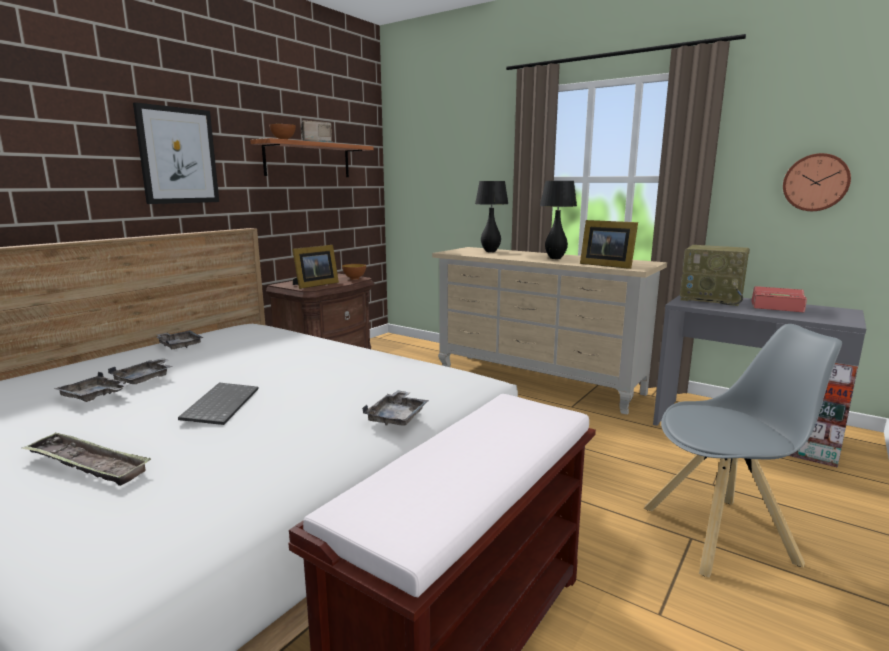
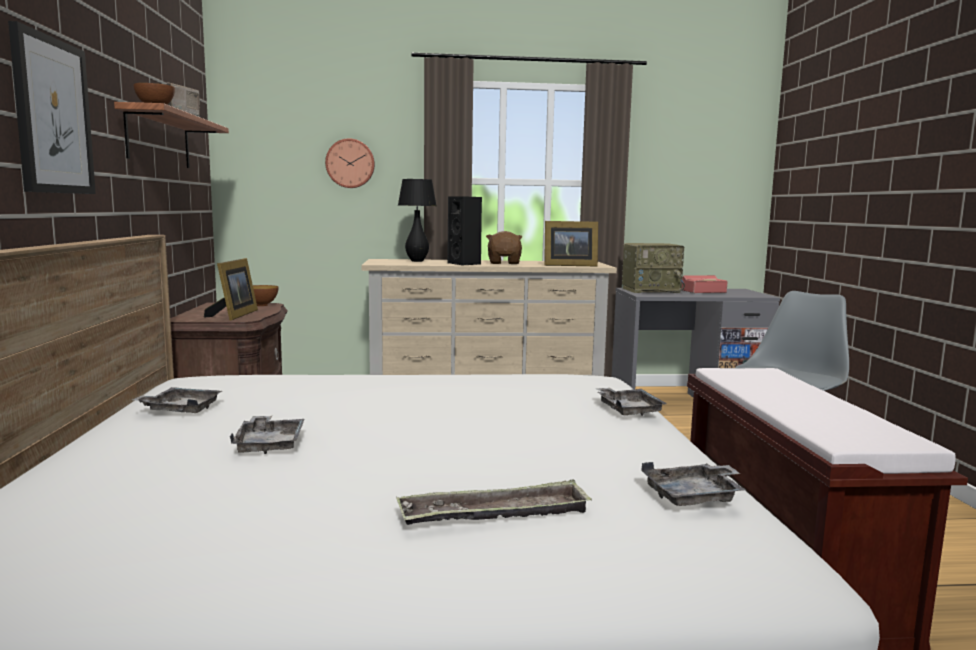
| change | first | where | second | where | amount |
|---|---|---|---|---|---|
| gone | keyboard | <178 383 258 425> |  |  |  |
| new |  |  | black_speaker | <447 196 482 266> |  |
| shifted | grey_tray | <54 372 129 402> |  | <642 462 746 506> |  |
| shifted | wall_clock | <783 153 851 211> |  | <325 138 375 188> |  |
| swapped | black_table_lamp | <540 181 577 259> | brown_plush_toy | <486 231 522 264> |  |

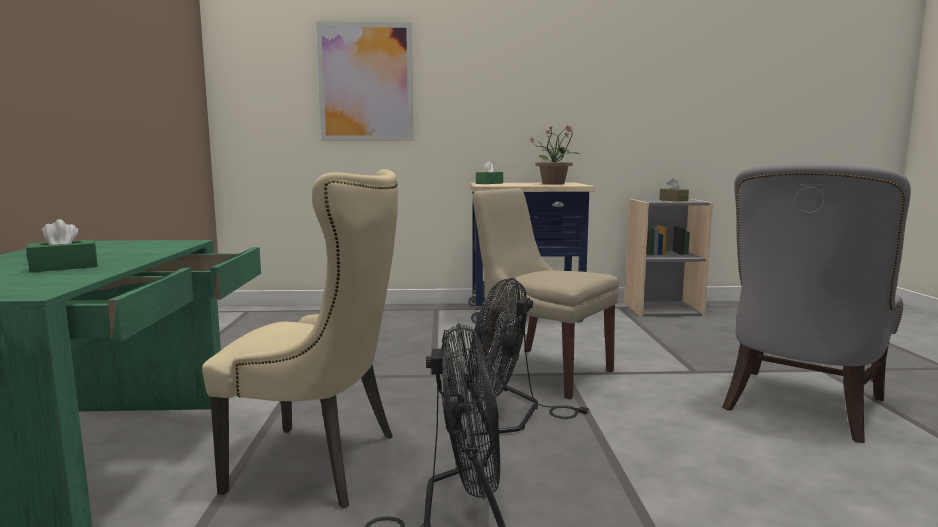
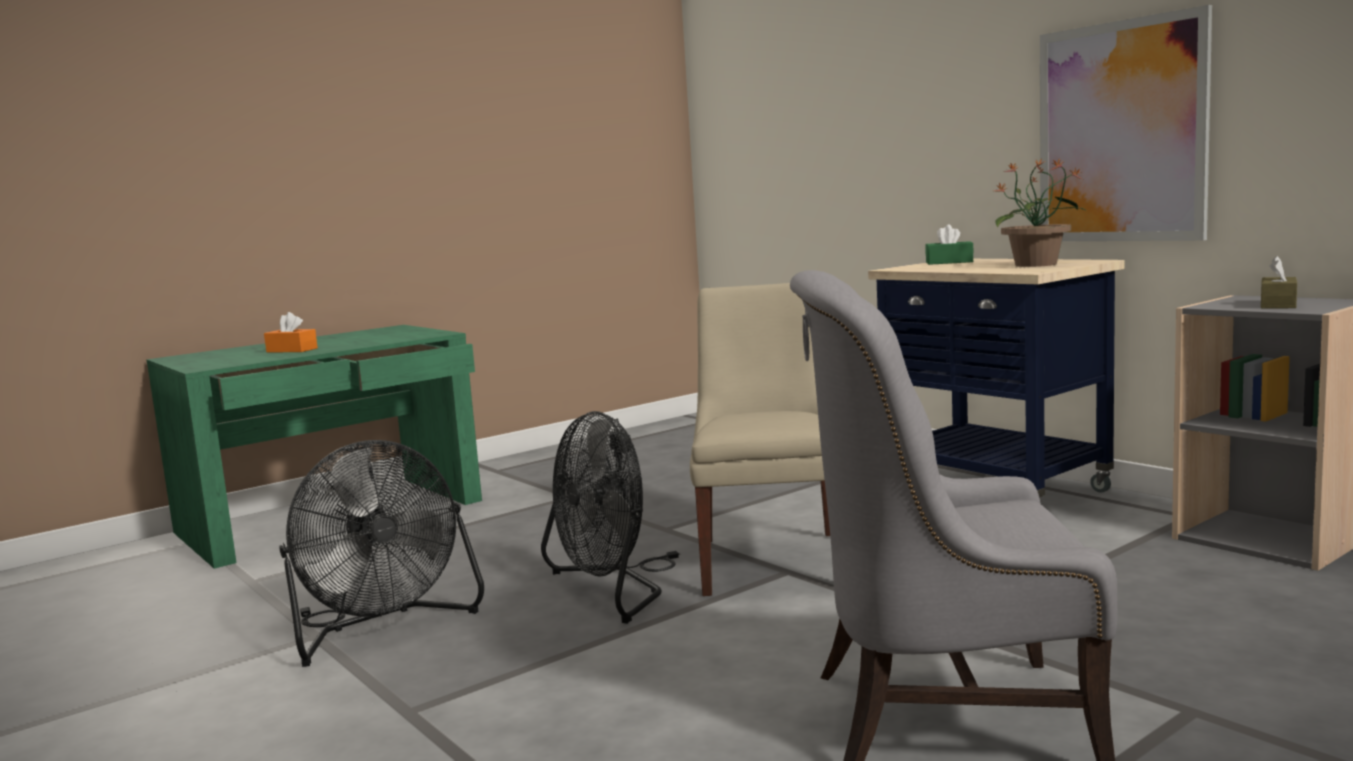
| change | first | where | second | where | amount |
|---|---|---|---|---|---|
| gone | beige_chair | <202 169 398 509> |  |  |  |
| shifted | picture | <316 22 413 141> |  | <1040 5 1212 241> |  |
| repainted | green_tissue_box | <26 219 97 273> | orange_tissue_box | <264 312 318 353> |  |
| rotated | black_fan | <460 278 591 439> |  | <541 411 681 624> | 105 degrees counterclockwise |

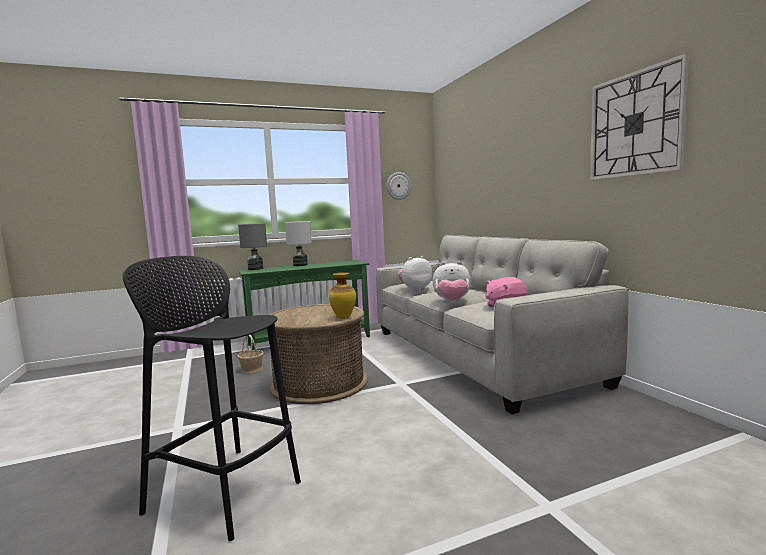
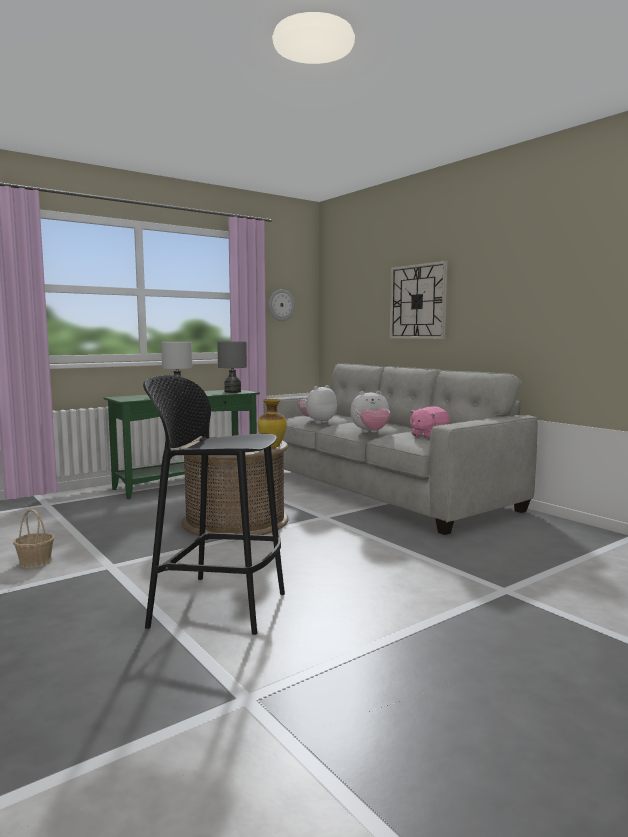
| change | first | where | second | where | amount |
|---|---|---|---|---|---|
| shifted | basket | <237 335 264 373> |  | <13 509 55 568> |  |
| shifted | grey_table_lamp | <238 223 267 270> |  | <217 342 247 393> |  |
| shifted | wall_clock | <590 53 689 180> |  | <390 261 448 339> |  |

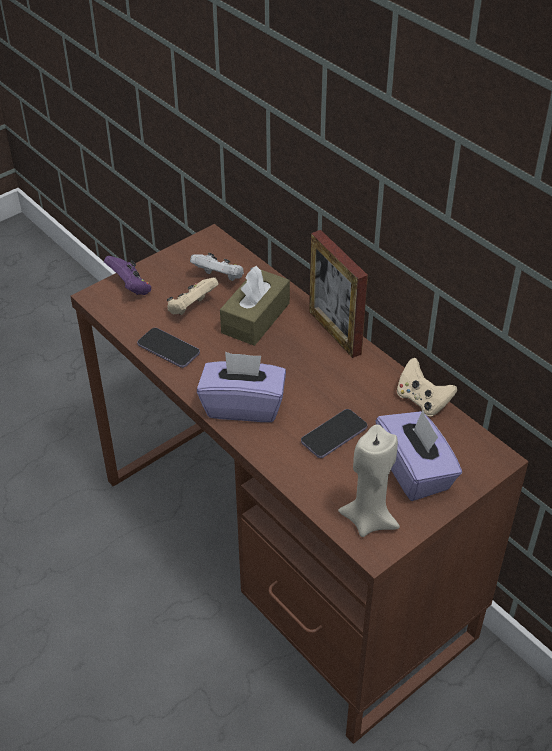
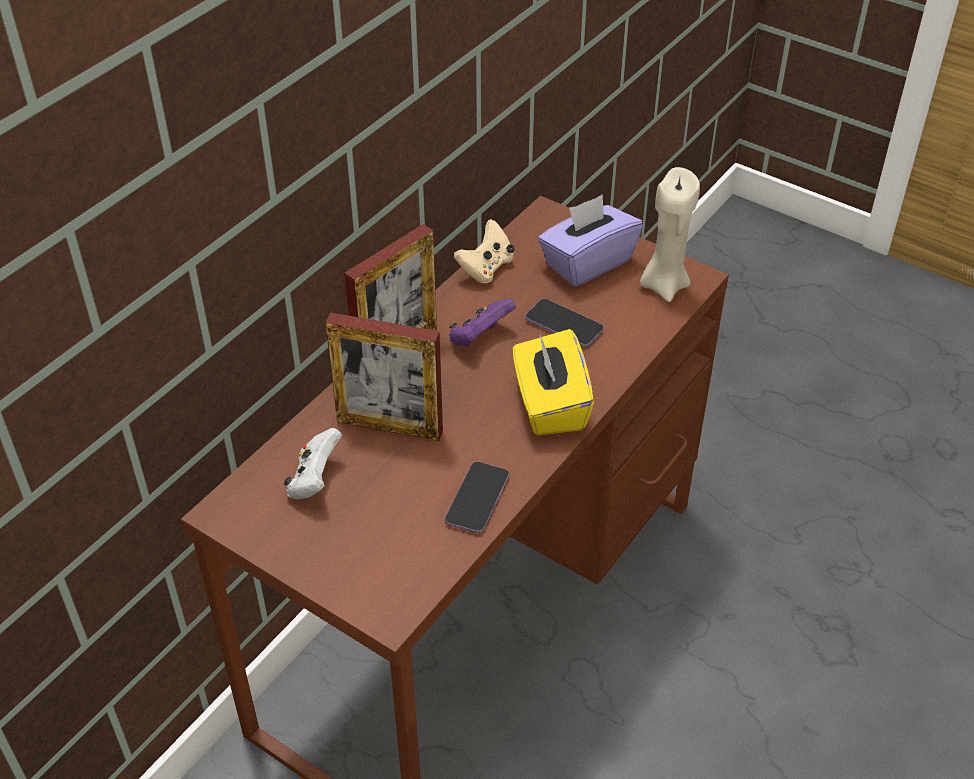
| change | first | where | second | where | amount |
|---|---|---|---|---|---|
| gone | beige_game_controller | <167 277 219 315> |  |  |  |
| shifted | purple_game_controller | <104 256 151 295> |  | <449 299 516 347> |  |
| swapped | brown_tissue_box | <220 266 290 346> | picture_frame | <325 313 443 441> |  |
| repainted | purple_tissue_box | <197 352 286 422> | yellow_tissue_box | <513 329 594 435> |  |

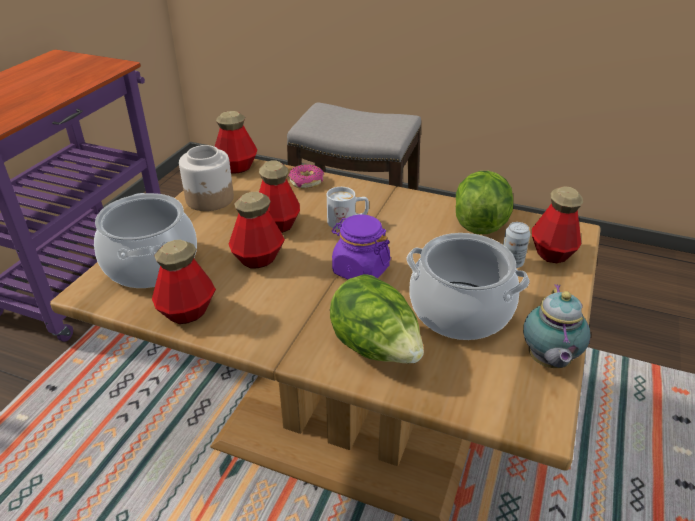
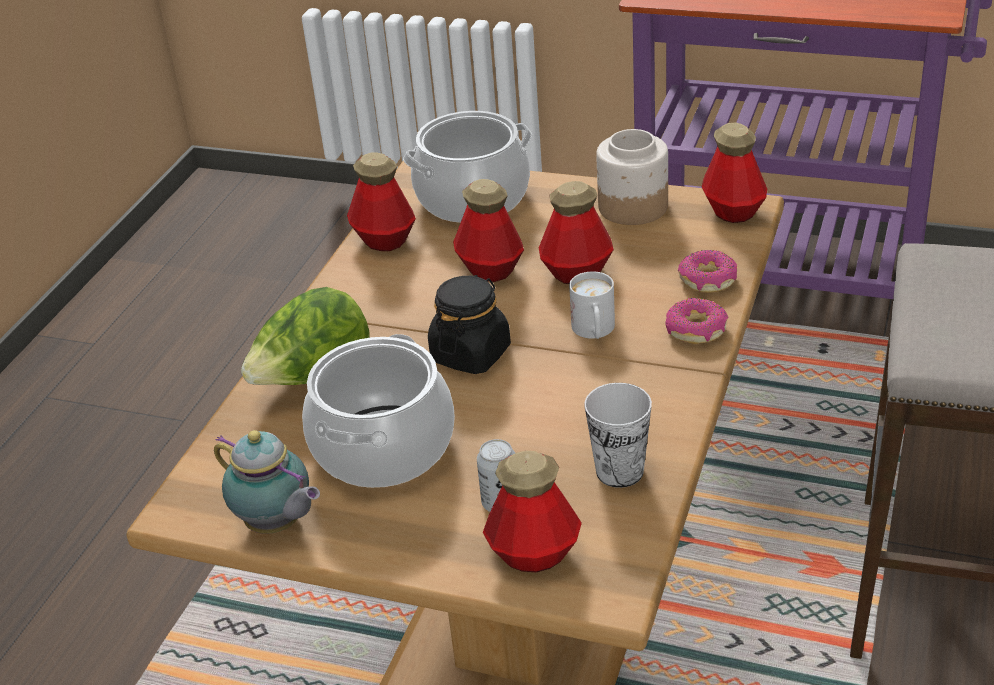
| change | first | where | second | where | amount |
|---|---|---|---|---|---|
| new |  |  | donut | <665 298 728 344> |  |
| swapped | lettuce | <456 171 513 234> | cup | <584 383 652 488> |  |
| repainted | purple_jar | <332 214 391 279> | black_jar | <428 275 511 374> |  |
| rotated | teapot | <523 284 590 368> |  | <214 430 320 534> | 150 degrees counterclockwise |

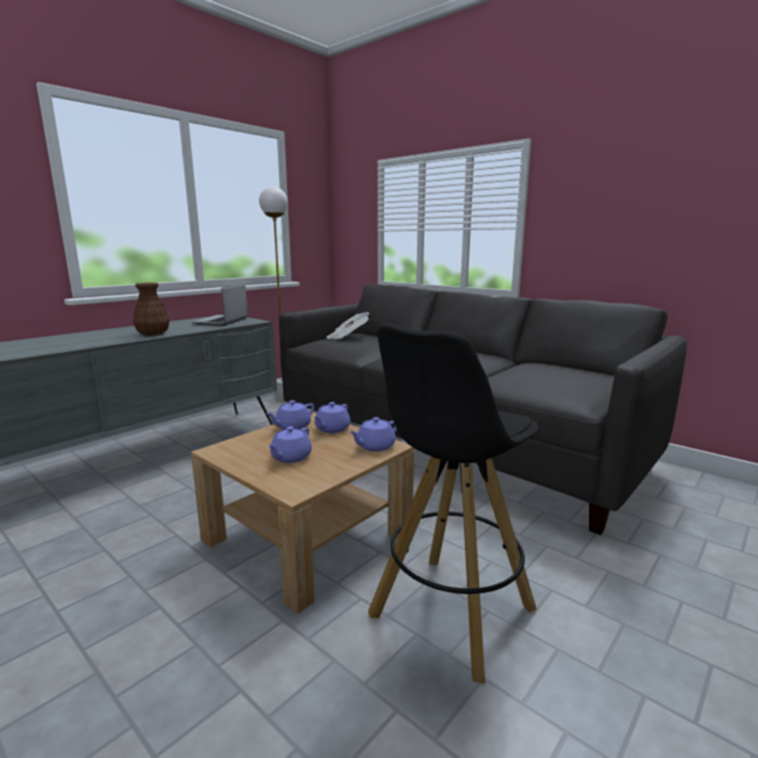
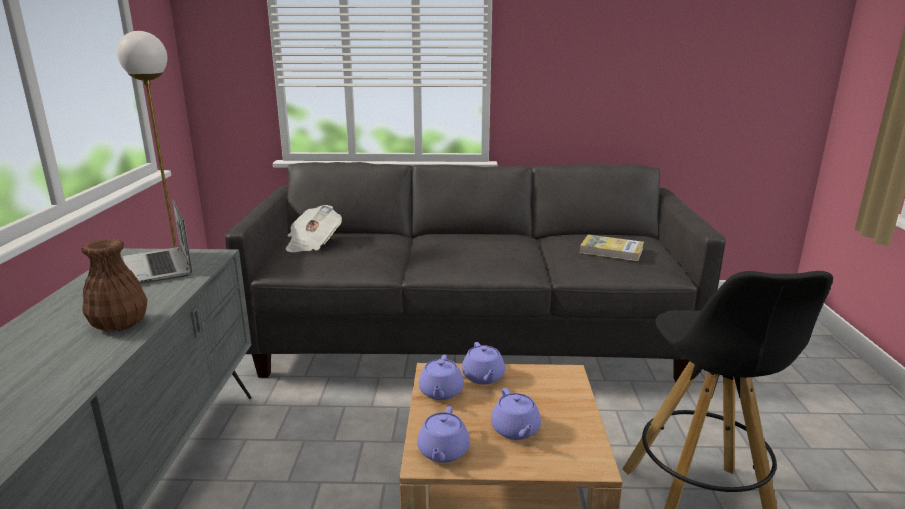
| change | first | where | second | where | amount |
|---|---|---|---|---|---|
| new |  |  | book | <580 235 644 261> |  |
| shifted | purple_teapot | <349 417 397 452> |  | <417 406 470 463> |  |

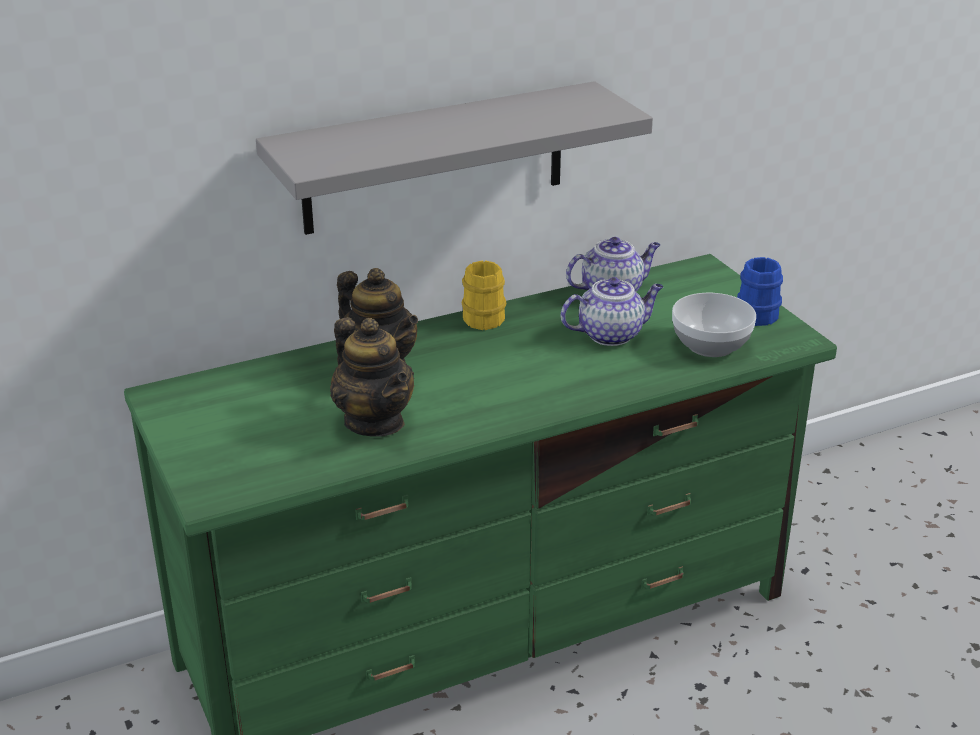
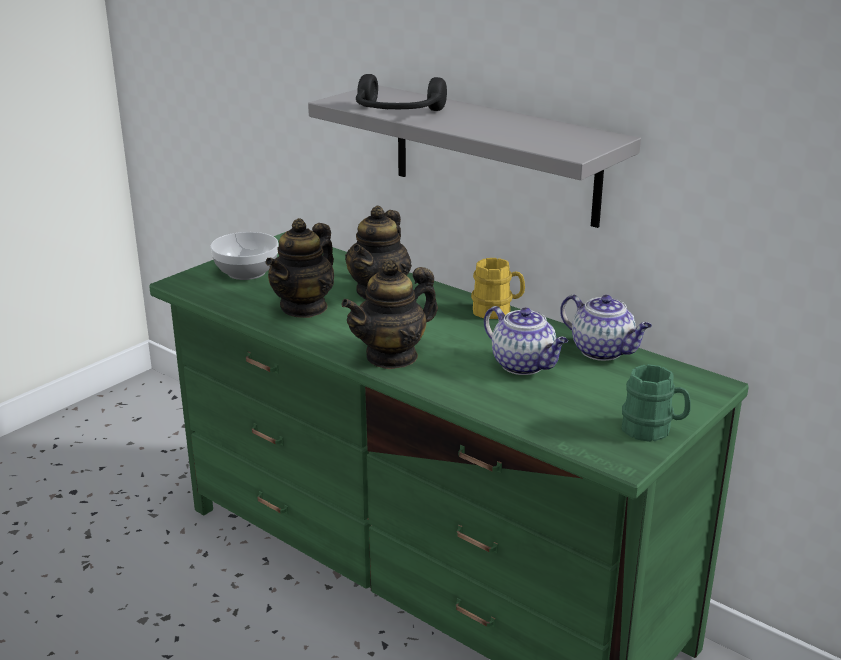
| change | first | where | second | where | amount |
|---|---|---|---|---|---|
| new |  |  | teapot | <341 260 438 369> |  |
| new |  |  | black_headphones | <356 74 447 111> |  |
| shifted | bowl | <672 293 756 357> |  | <210 232 278 280> |  |
| repainted | blue_mug | <737 257 783 326> | green_mug | <622 364 691 442> |  |

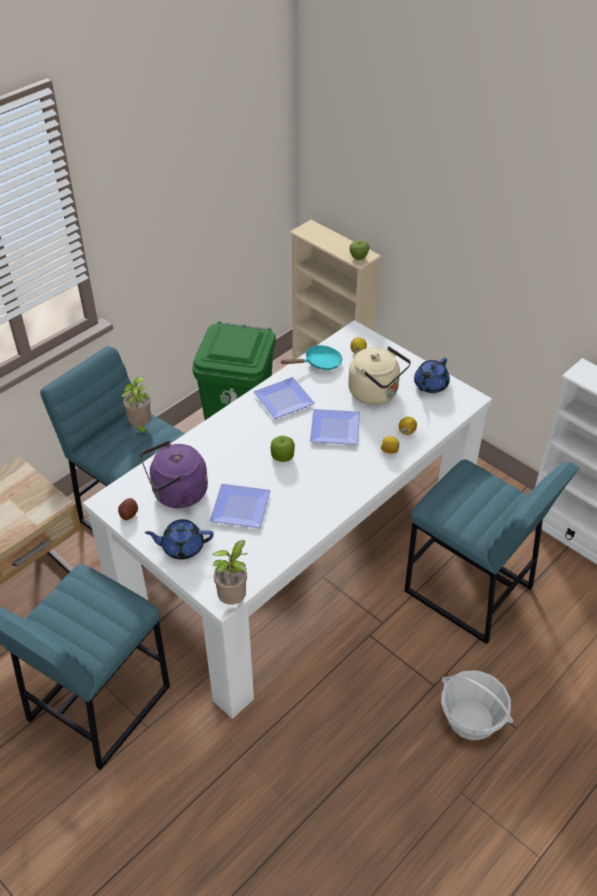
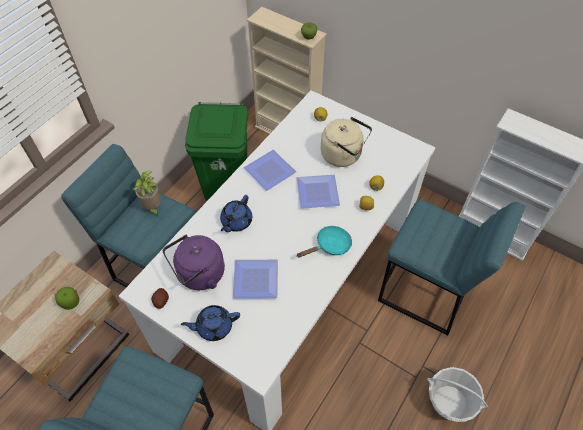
| change | first | where | second | where | amount |
|---|---|---|---|---|---|
| gone | potted_plant | <212 540 248 605> |  |  |  |
| shifted | apple | <270 435 295 462> |  | <55 287 79 310> |  |
| shifted | turquoise_frying_pan | <281 345 342 370> |  | <297 226 352 258> |  |
| shifted | blue_teapot | <414 358 450 393> |  | <220 195 252 232> |  |

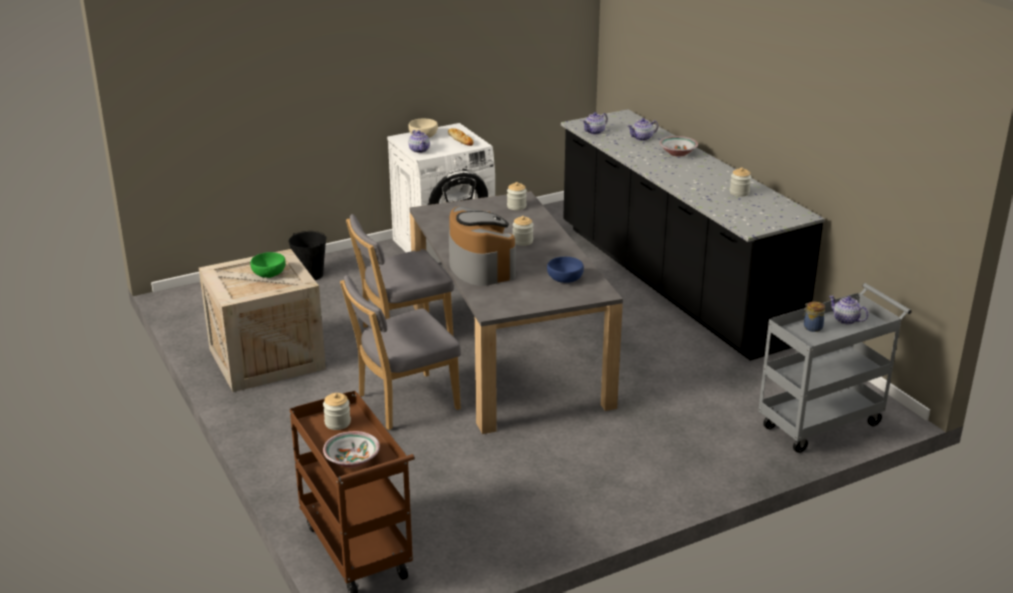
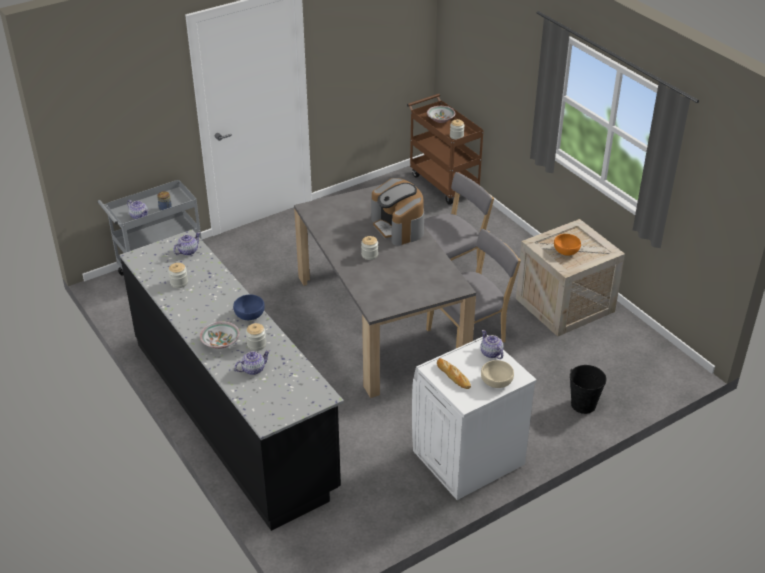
| change | first | where | second | where | amount |
|---|---|---|---|---|---|
| shifted | jar | <507 182 527 210> |  | <246 323 266 351> |  |
| shifted | blue_bowl | <547 257 584 283> |  | <233 295 265 320> |  |
| shifted | teapot | <582 112 608 135> |  | <173 232 200 256> |  |
| repainted | green_bowl | <250 252 286 278> | orange_bowl | <554 234 581 256> |  |

